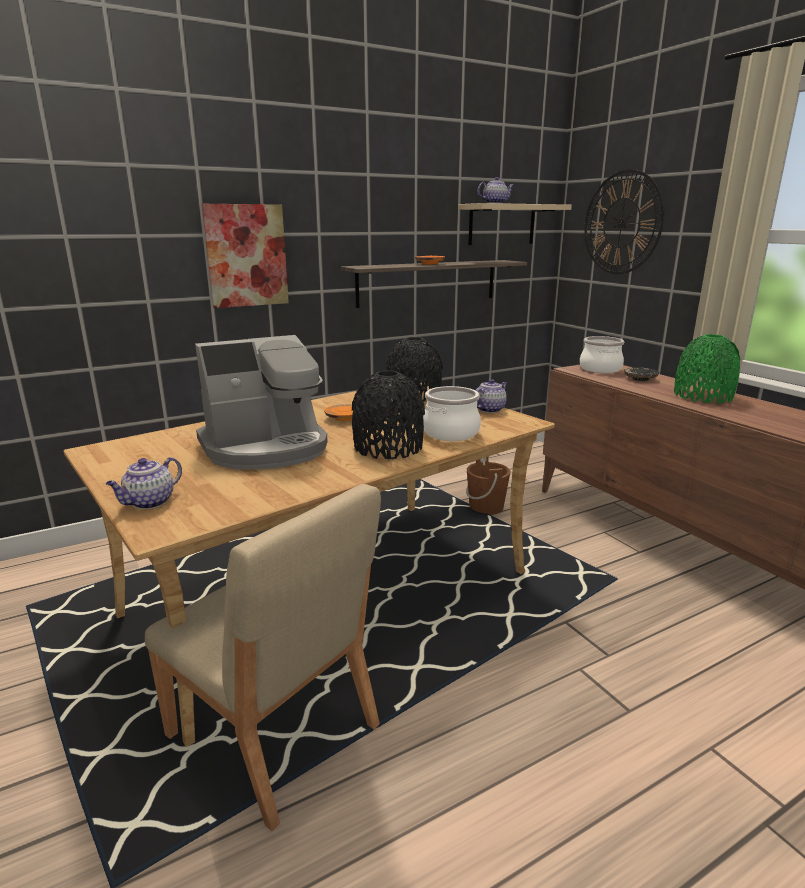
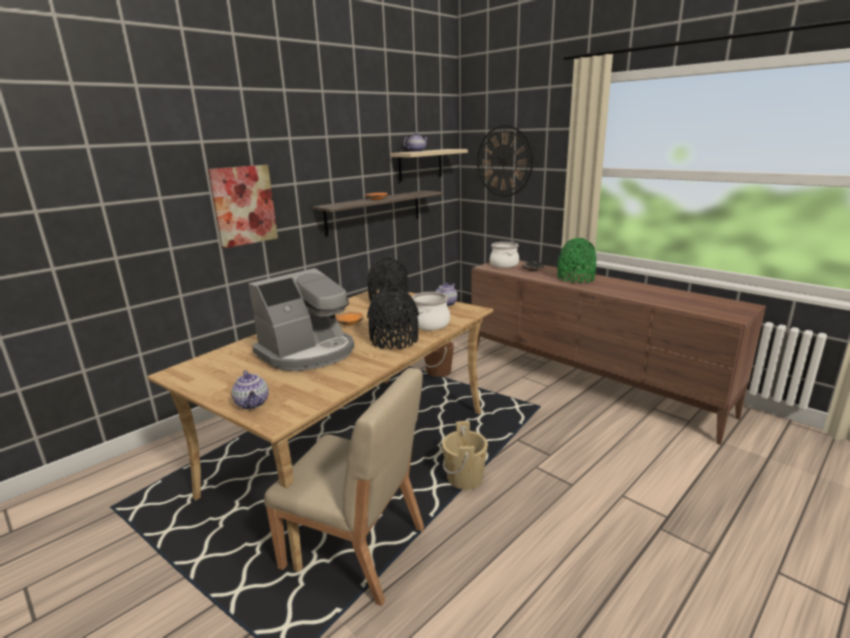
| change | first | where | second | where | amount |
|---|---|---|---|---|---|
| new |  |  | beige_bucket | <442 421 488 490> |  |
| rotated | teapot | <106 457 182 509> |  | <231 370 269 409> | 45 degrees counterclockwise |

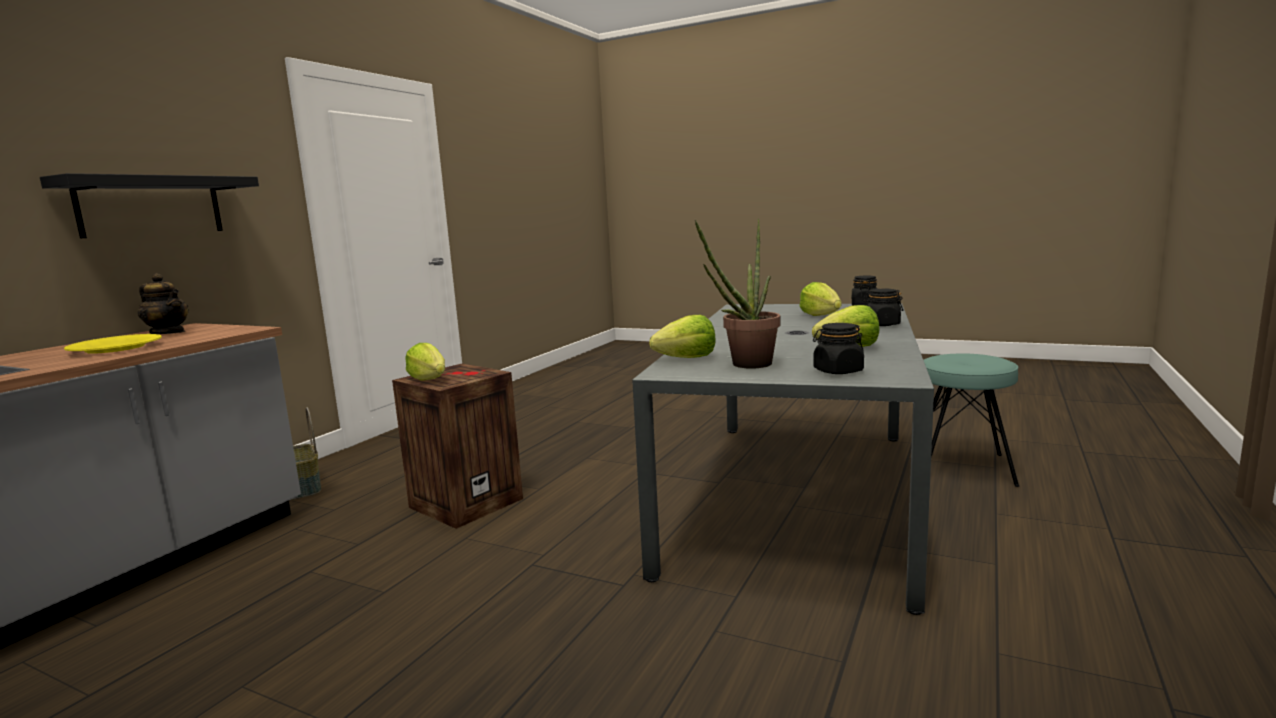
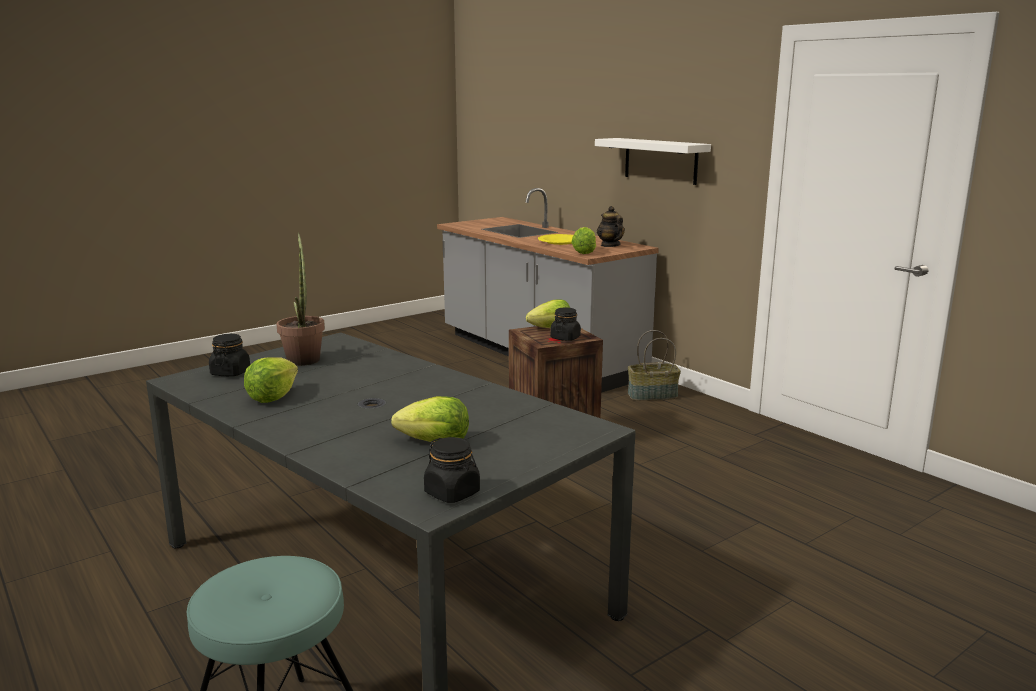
| change | first | where | second | where | amount |
|---|---|---|---|---|---|
| shifted | lettuce | <649 315 715 358> |  | <571 227 596 254> |  |
| shifted | black_jar | <862 289 903 326> |  | <550 307 581 341> |  |
| repainted | black_shelf | <40 173 259 238> | white_shelf | <595 138 711 185> |  |
| rotated | teapot | <137 273 189 334> |  | <597 206 625 247> | 105 degrees clockwise |

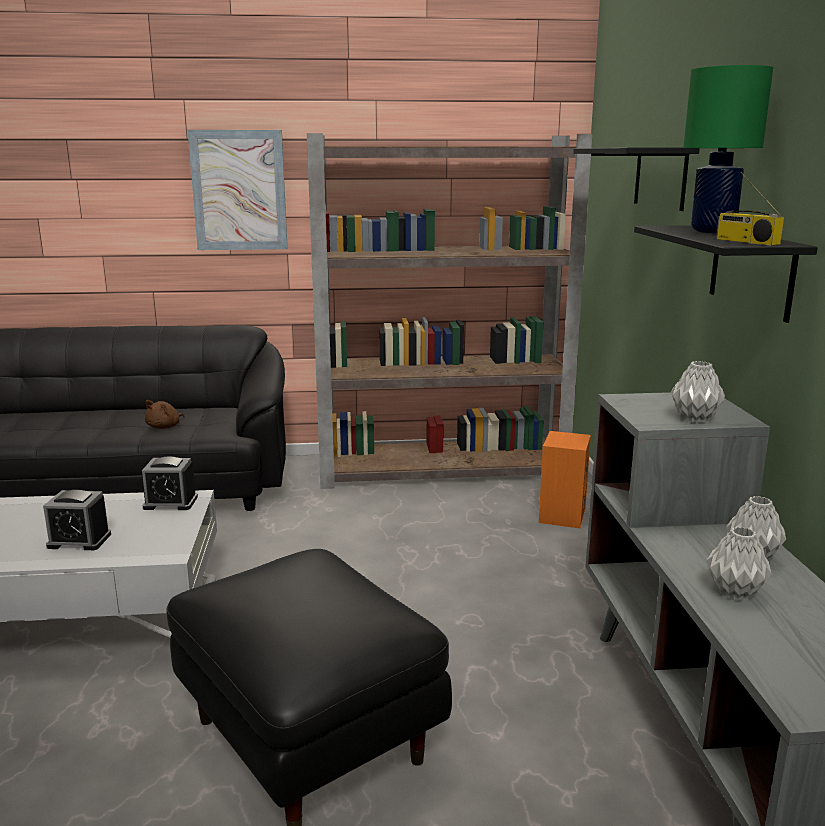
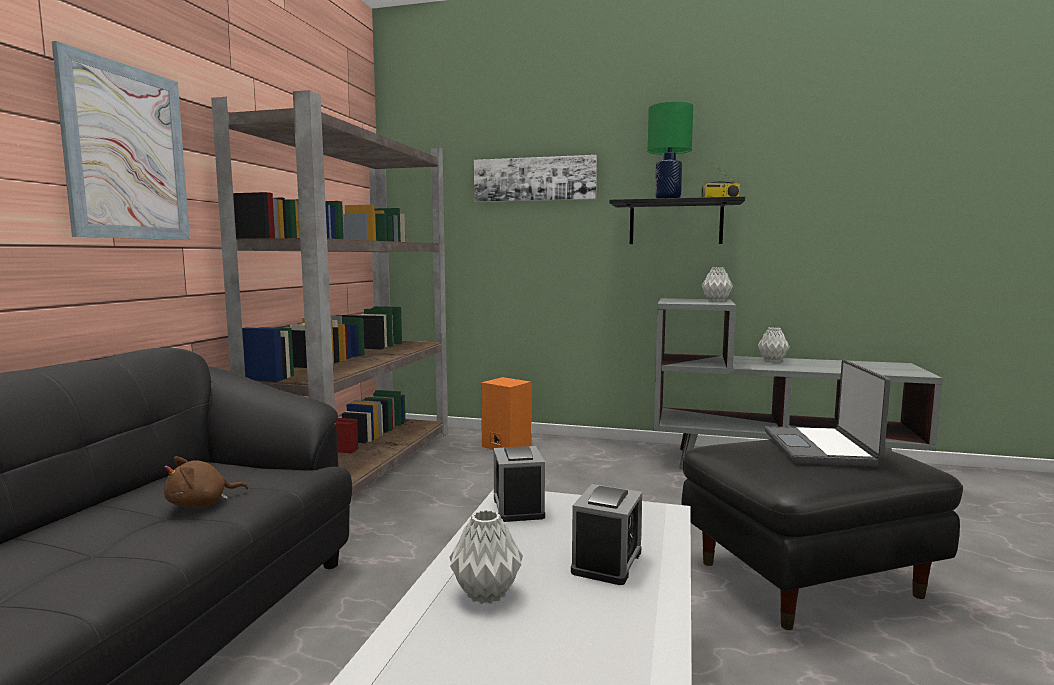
| change | first | where | second | where | amount |
|---|---|---|---|---|---|
| new |  |  | laptop | <764 360 891 466> |  |
| shifted | grey_vase | <706 526 772 601> |  | <449 510 523 604> |  |
| swapped | black_shelf | <573 147 700 211> | picture | <474 155 597 202> |  |
| rotated | alarm_clock | <141 456 198 510> |  | <494 446 545 522> | 150 degrees clockwise |
| rotated | brown_plush_toy | <145 400 185 429> |  | <164 456 248 508> | 90 degrees clockwise |

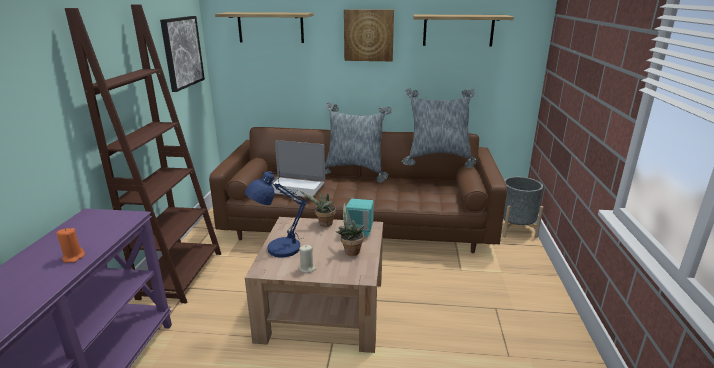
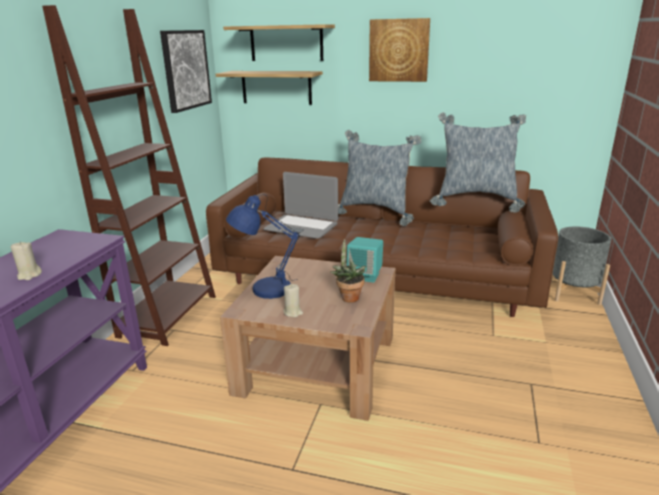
| change | first | where | second | where | amount |
|---|---|---|---|---|---|
| gone | potted_plant | <300 191 336 227> |  |  |  |
| shifted | shelf | <413 15 514 47> |  | <216 71 323 105> |  |
| repainted | orange_candle | <56 228 85 263> | beige_candle | <11 241 42 280> |  |

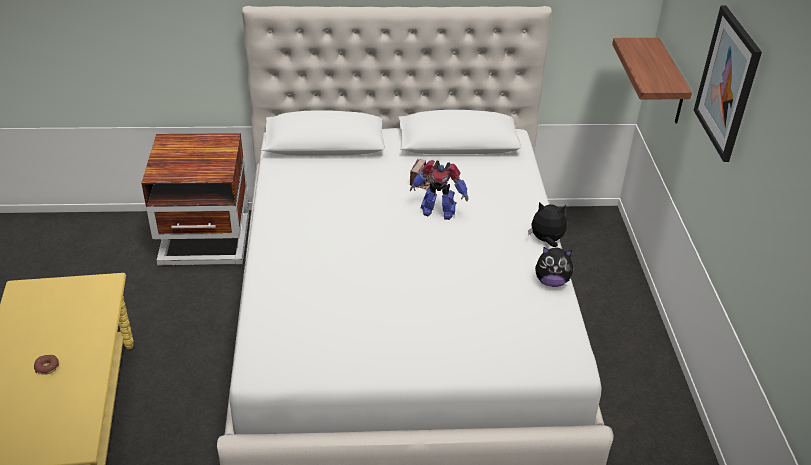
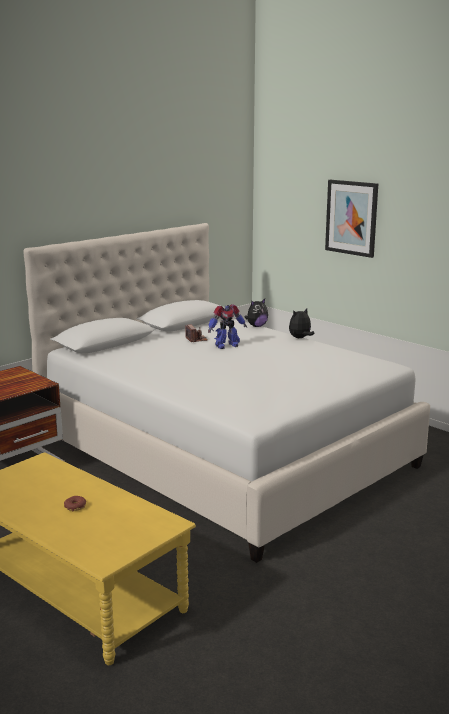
| change | first | where | second | where | amount |
|---|---|---|---|---|---|
| gone | shelf | <612 38 692 124> |  |  |  |
| shifted | plush_toy | <535 247 576 287> |  | <244 299 268 327> |  |

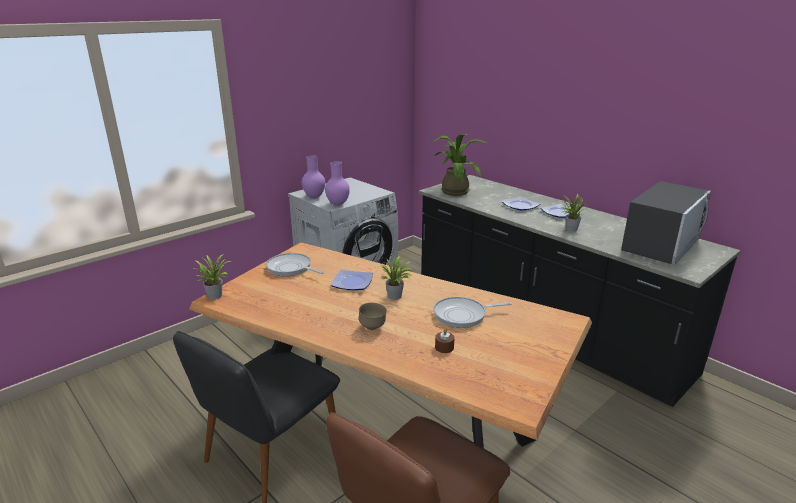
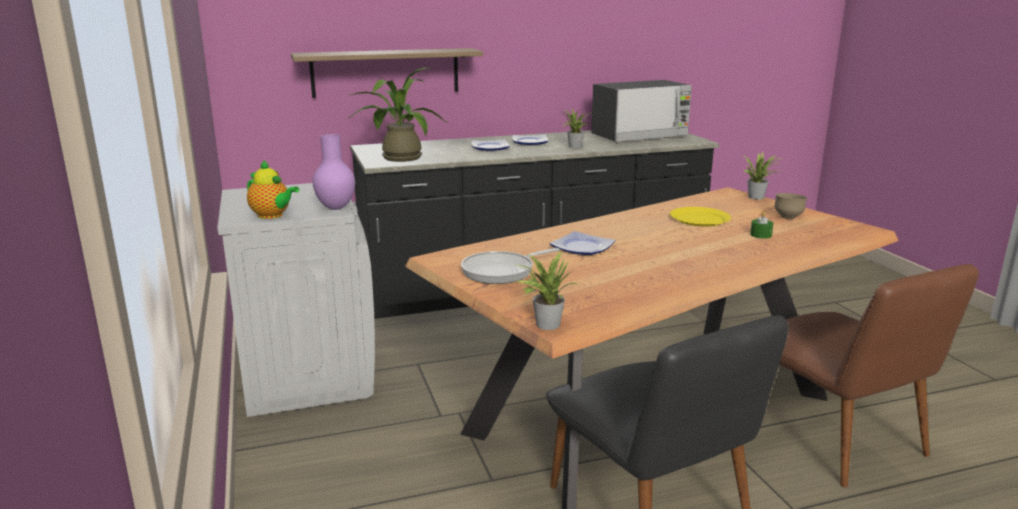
| change | first | where | second | where | amount |
|---|---|---|---|---|---|
| new |  |  | shelf | <291 48 483 98> |  |
| shifted | brown_bowl | <359 303 387 330> |  | <774 193 807 219> |  |
| shifted | potted_plant | <377 256 413 300> |  | <743 152 783 200> |  |
| swapped | purple_vase | <302 155 325 198> | teapot | <247 160 299 219> |  |
| swapped | frying_pan | <433 297 512 328> | yellow_plate | <670 207 731 226> |  |
| repainted | brown_candle | <435 328 454 353> | green_candle | <750 211 773 239> |  |
| rotated | microwave | <621 181 711 265> |  | <591 80 692 142> | 90 degrees clockwise |

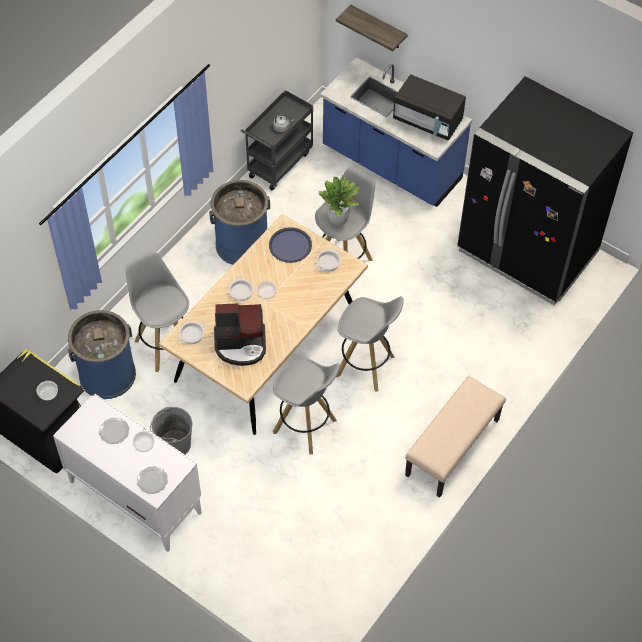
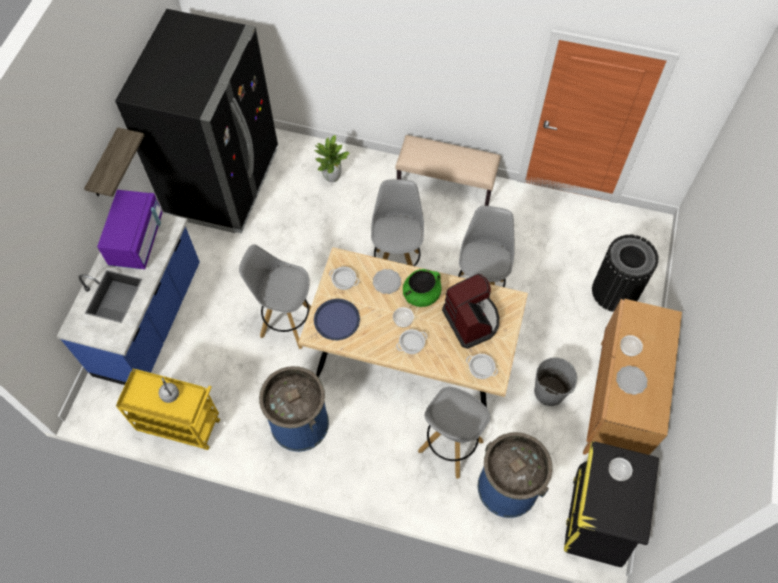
| change | first | where | second | where | amount |
|---|---|---|---|---|---|
| new |  |  | green_cooking_pot | <403 269 442 307> |  |
| new |  |  | black_trash_can | <592 234 659 312> |  |
| shifted | plate | <137 466 168 494> |  | <373 269 401 294> |  |
| shifted | potted_plant | <319 177 360 226> |  | <315 135 350 182> |  |
| shifted | shelf | <336 4 408 51> |  | <84 127 145 197> |  |
| repainted | white_cabinet | <53 394 202 552> | brown_cabinet | <583 299 682 455> |  |
| repainted | grey_cart | <241 90 313 190> | yellow_cart | <116 369 220 450> |  |
| repainted | black_microwave | <393 74 466 141> | purple_microwave | <97 190 163 269> |  |

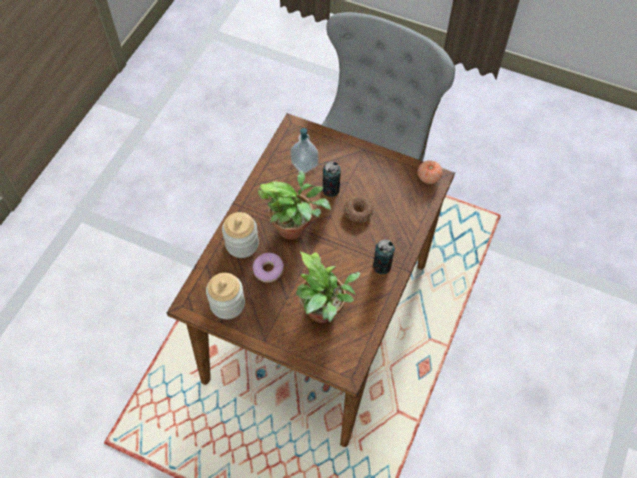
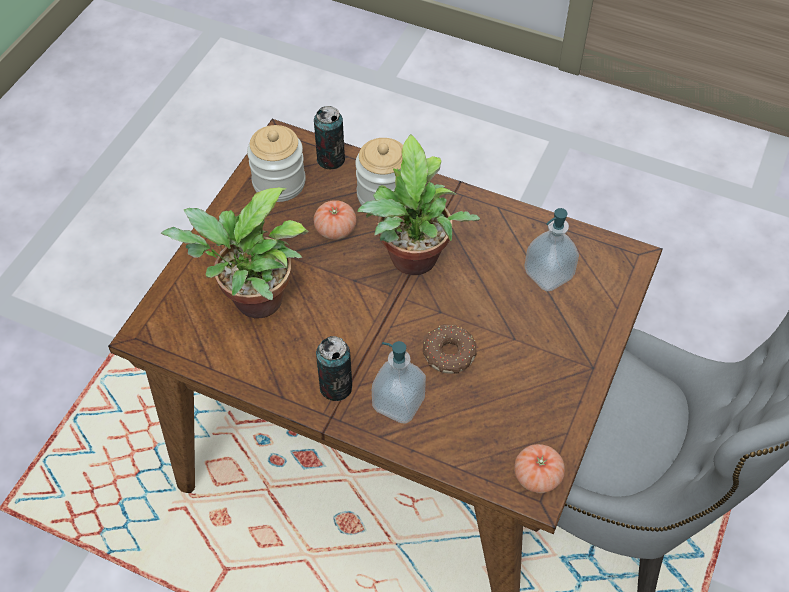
| change | first | where | second | where | amount |
|---|---|---|---|---|---|
| new |  |  | soap_dispenser | <372 341 426 423> |  |
| shifted | can | <322 161 341 197> |  | <314 106 345 169> |  |
| swapped | donut | <253 253 284 283> | tomato | <314 200 356 240> |  |

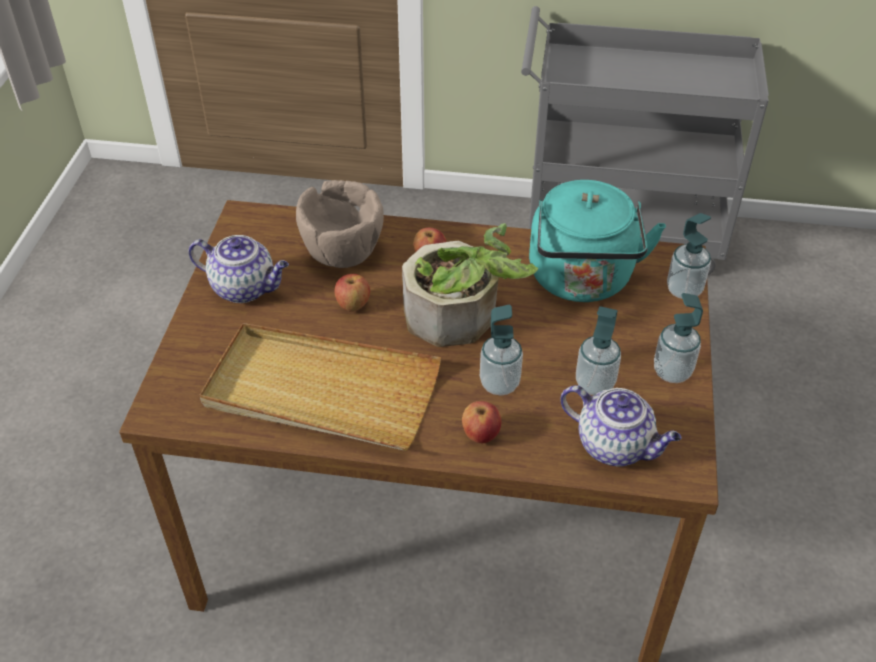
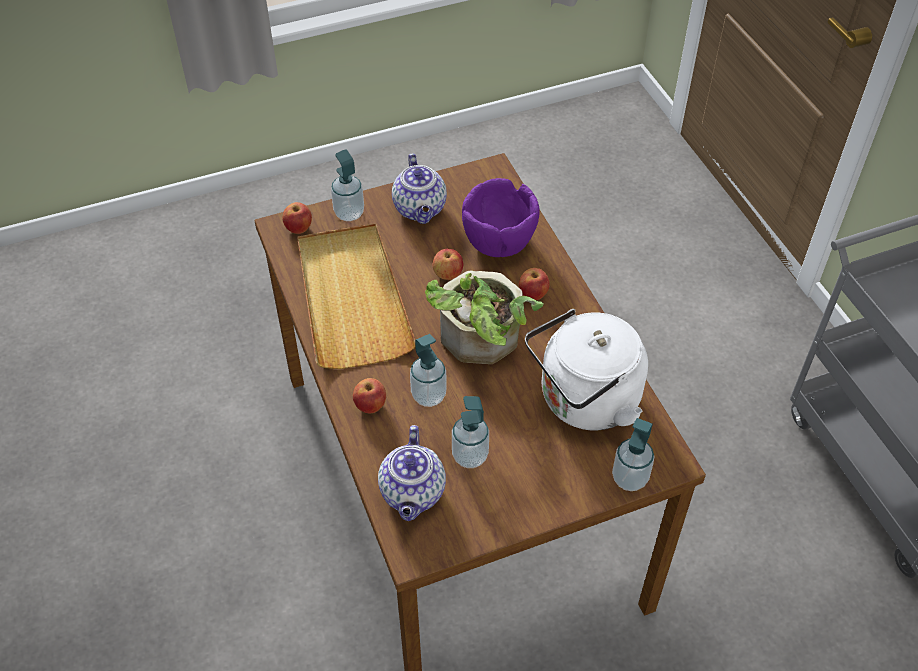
| change | first | where | second | where | amount |
|---|---|---|---|---|---|
| new |  |  | apple | <282 202 312 234> |  |
| shifted | soap_dispenser | <654 293 703 383> |  | <331 150 364 221> |  |
| repainted | brown_bowl | <296 180 384 268> | purple_bowl | <462 178 540 257> |  |
| repainted | turquoise_kettle | <529 180 666 302> | white_kettle | <525 309 648 430> |  |

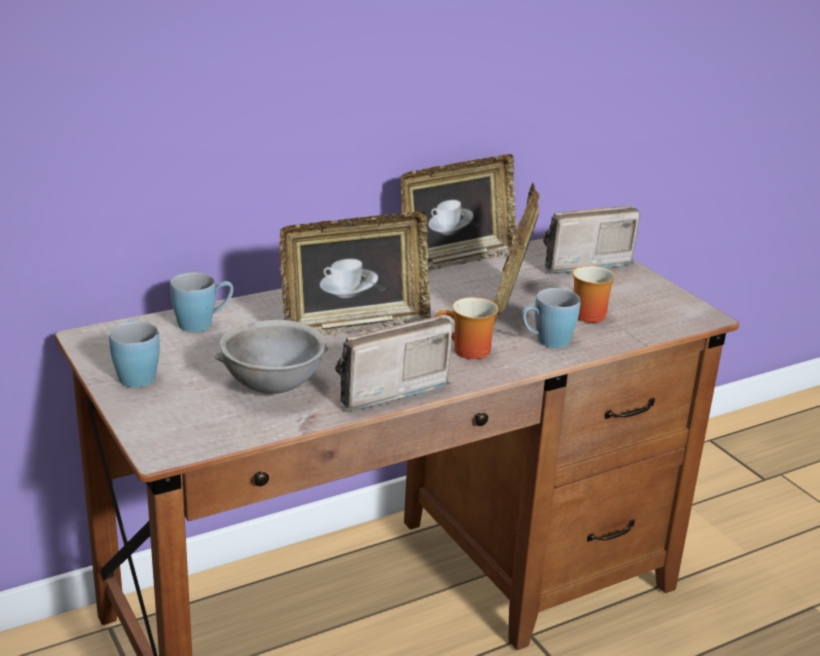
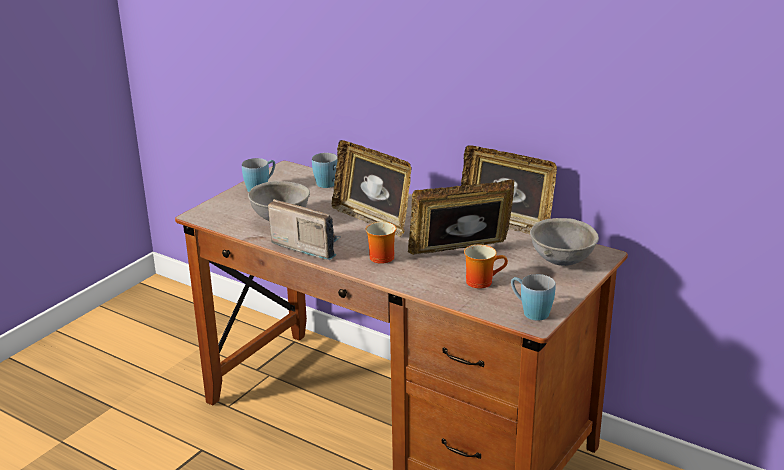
| change | first | where | second | where | amount |
|---|---|---|---|---|---|
| shifted | blue_mug | <522 288 581 348> |  | <511 274 556 321> |  |
| swapped | radio | <543 206 640 274> | grey_bowl | <530 218 599 266> |  |

